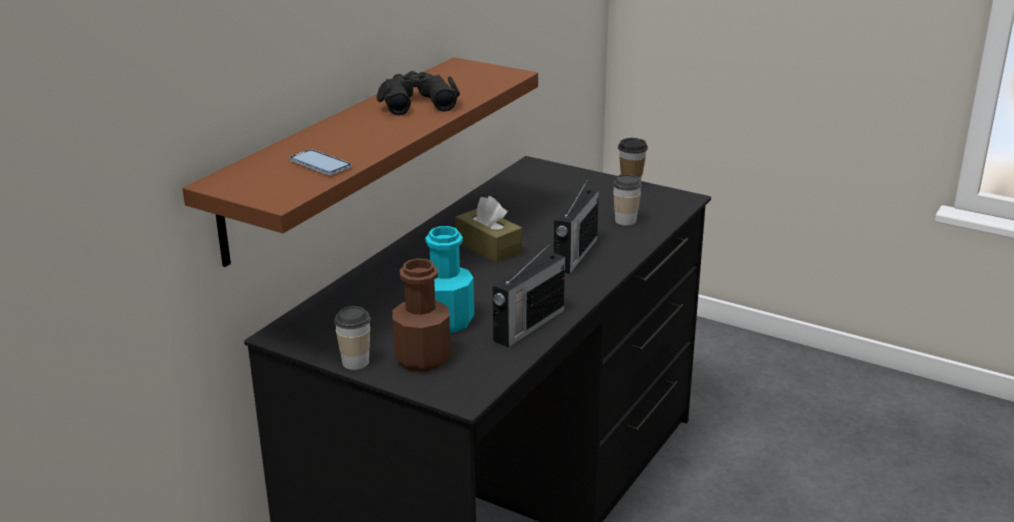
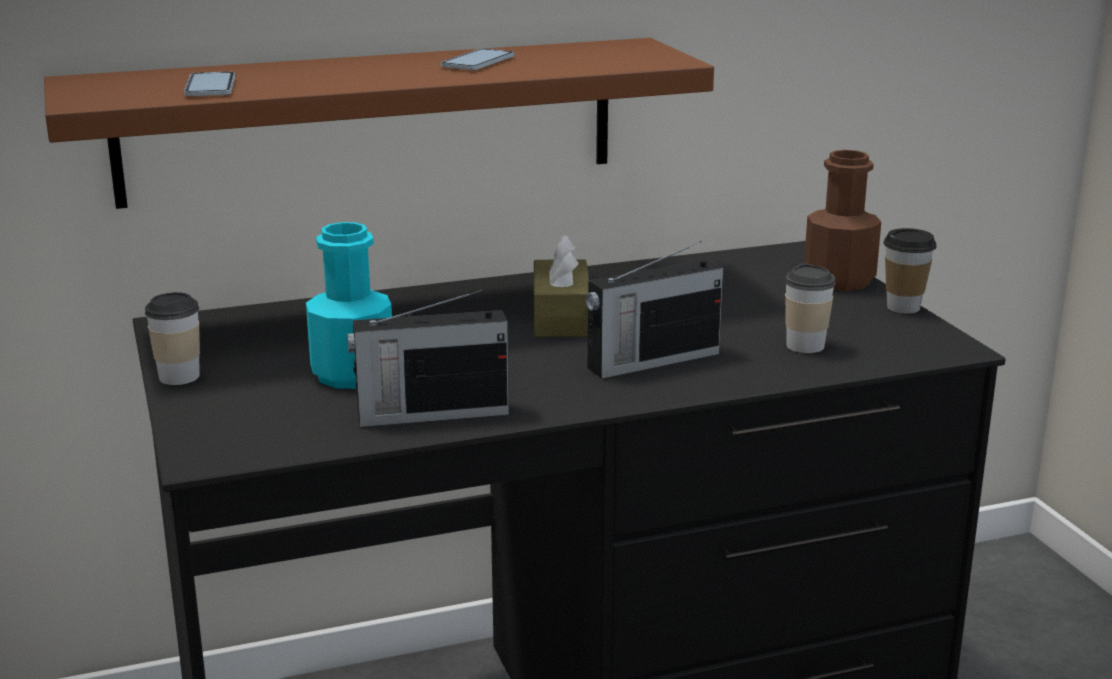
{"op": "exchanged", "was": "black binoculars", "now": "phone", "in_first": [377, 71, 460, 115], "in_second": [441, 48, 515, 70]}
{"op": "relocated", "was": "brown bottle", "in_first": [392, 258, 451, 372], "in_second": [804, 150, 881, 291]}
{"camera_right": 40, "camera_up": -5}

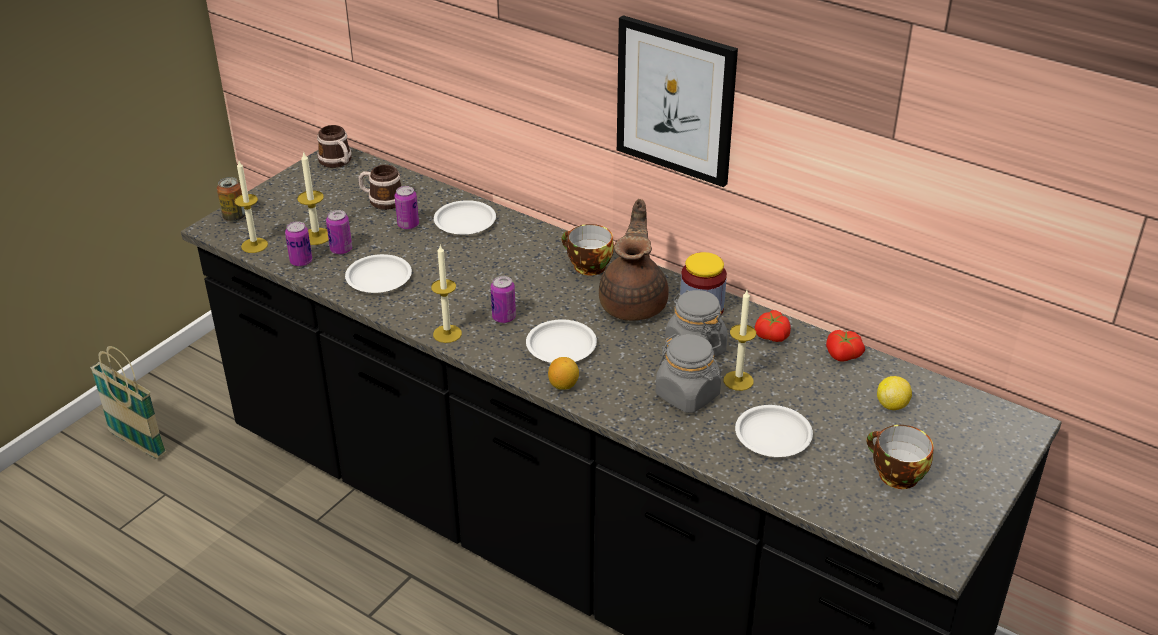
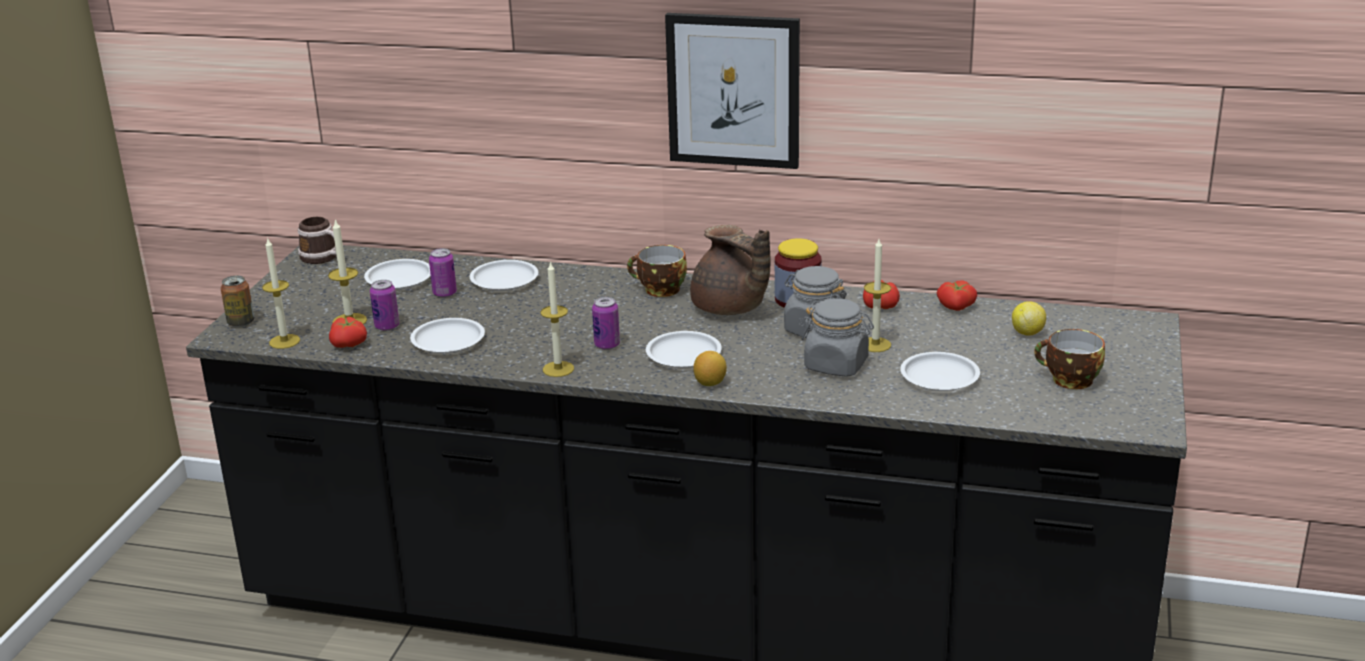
{"op": "missing", "was": "basket", "in_first": [90, 346, 166, 459]}
{"op": "exchanged", "was": "can", "now": "tomato", "in_first": [285, 221, 312, 267], "in_second": [329, 317, 367, 348]}
{"op": "exchanged", "was": "mug", "now": "white plate", "in_first": [358, 165, 401, 210], "in_second": [364, 259, 431, 290]}
{"op": "spun", "was": "brown teapot", "in_first": [599, 199, 669, 321], "in_second": [690, 225, 770, 315], "clockwise": 150}
{"camera_right": -20, "camera_up": -10}

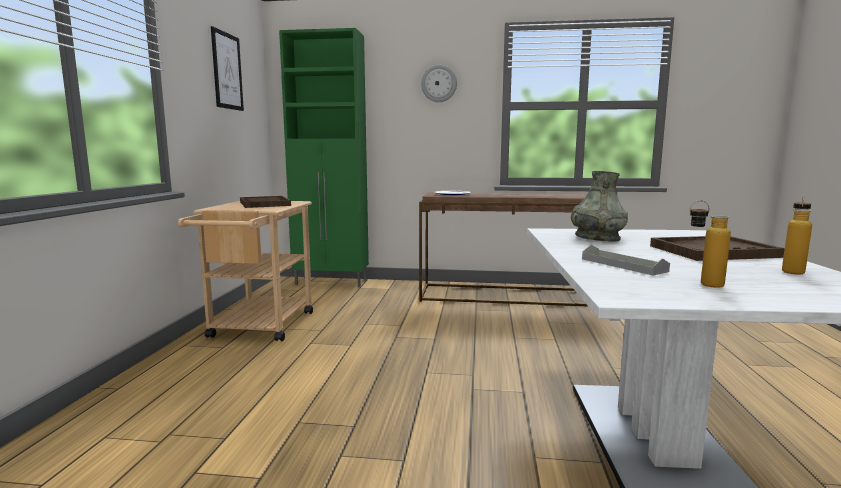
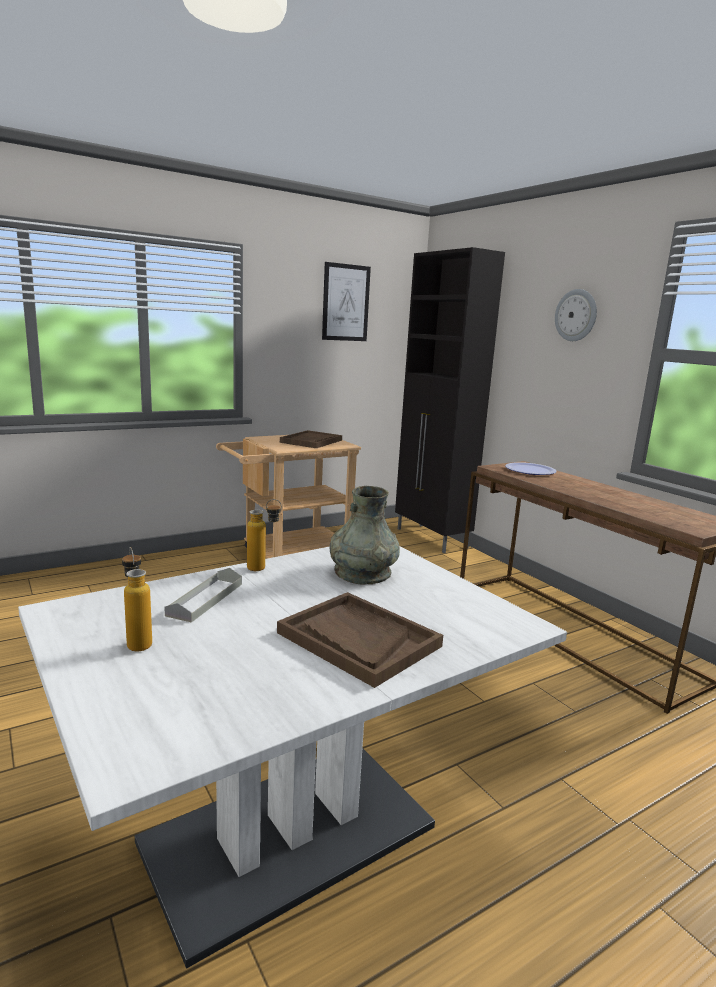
{"op": "colour", "was": "green cabinet", "now": "black cabinet", "in_first": [279, 28, 369, 287], "in_second": [395, 247, 505, 553]}
{"op": "relocated", "was": "bottle", "in_first": [782, 194, 812, 275], "in_second": [247, 499, 282, 571]}
{"camera_right": 50, "camera_up": 5}

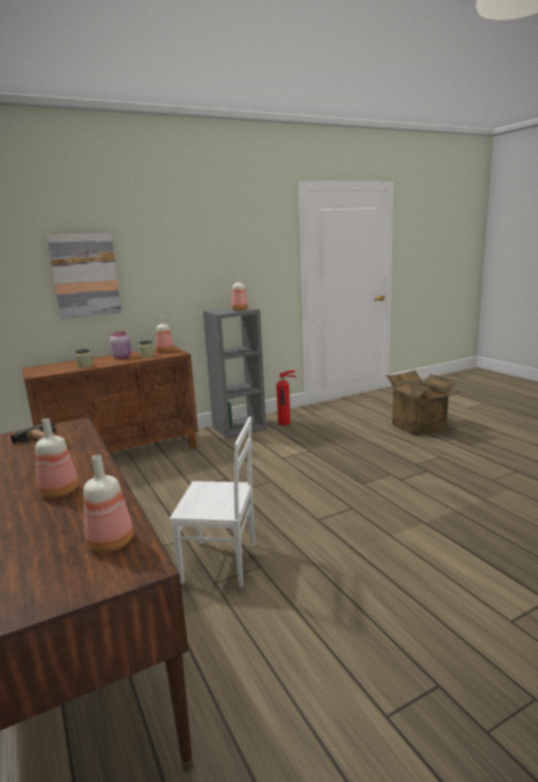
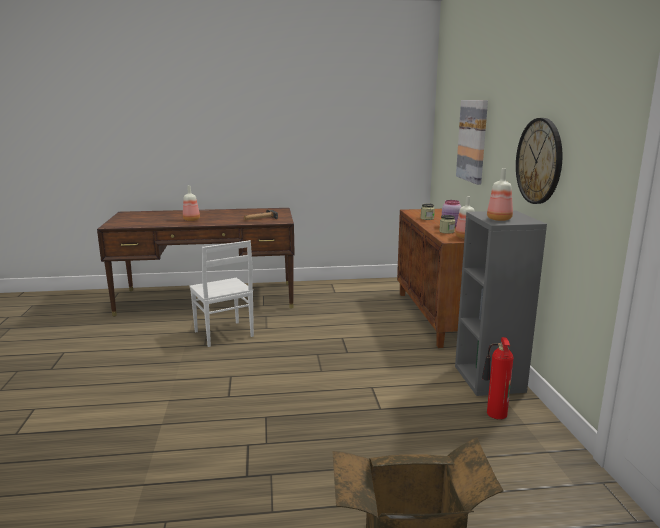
{"op": "missing", "was": "bottle", "in_first": [83, 455, 134, 552]}
{"op": "spun", "was": "white chair", "in_first": [170, 417, 255, 587], "in_second": [190, 240, 254, 347], "clockwise": -60}
{"op": "appeared", "now": "wall clock", "in_second": [516, 118, 562, 204]}
{"camera_right": 110, "camera_up": 0}

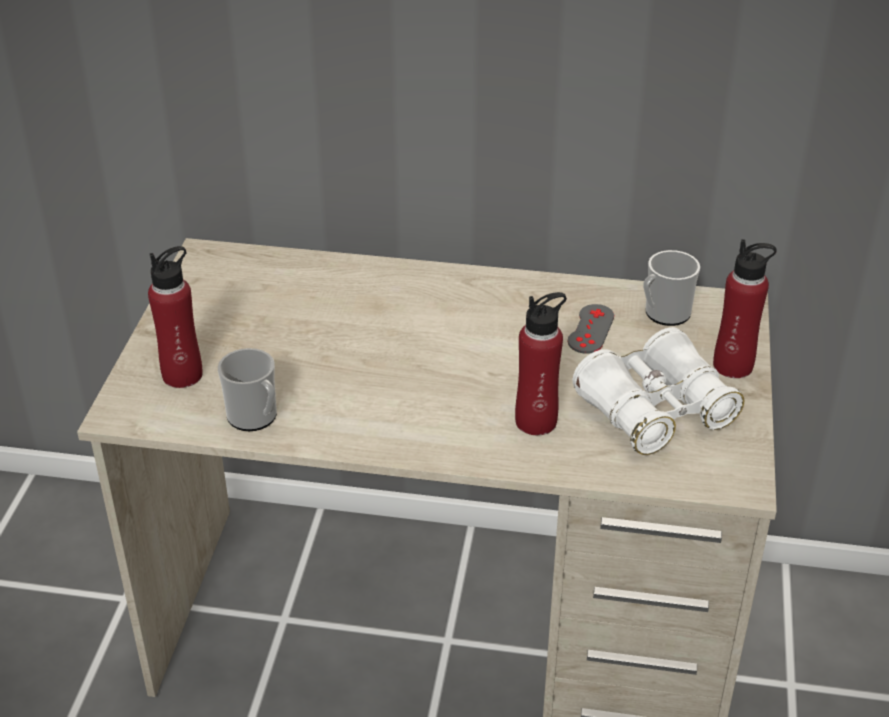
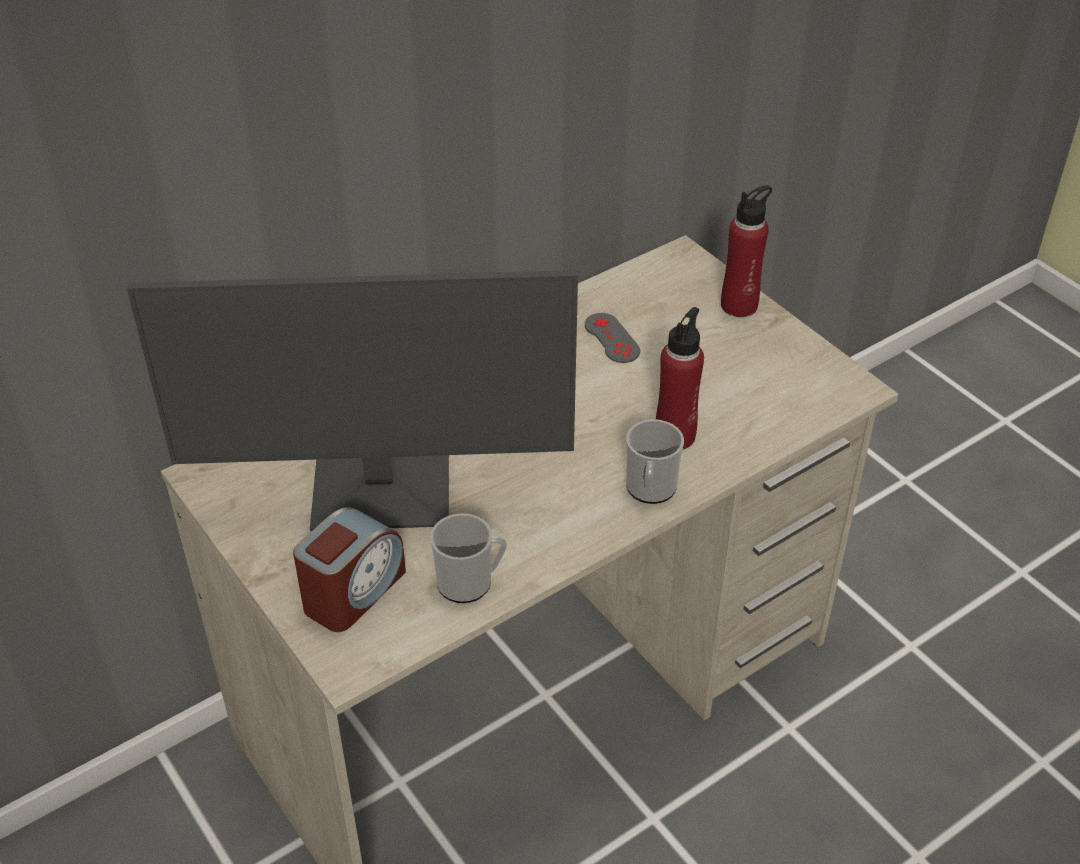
{"op": "exchanged", "was": "red bottle", "now": "alarm clock", "in_first": [148, 246, 203, 388], "in_second": [293, 507, 406, 632]}
{"op": "missing", "was": "white binoculars", "in_first": [573, 327, 744, 455]}
{"op": "relocated", "was": "mug", "in_first": [643, 250, 700, 326], "in_second": [626, 419, 684, 504]}
{"op": "appeared", "now": "monitor", "in_second": [127, 270, 578, 531]}
{"camera_right": -45, "camera_up": 5}

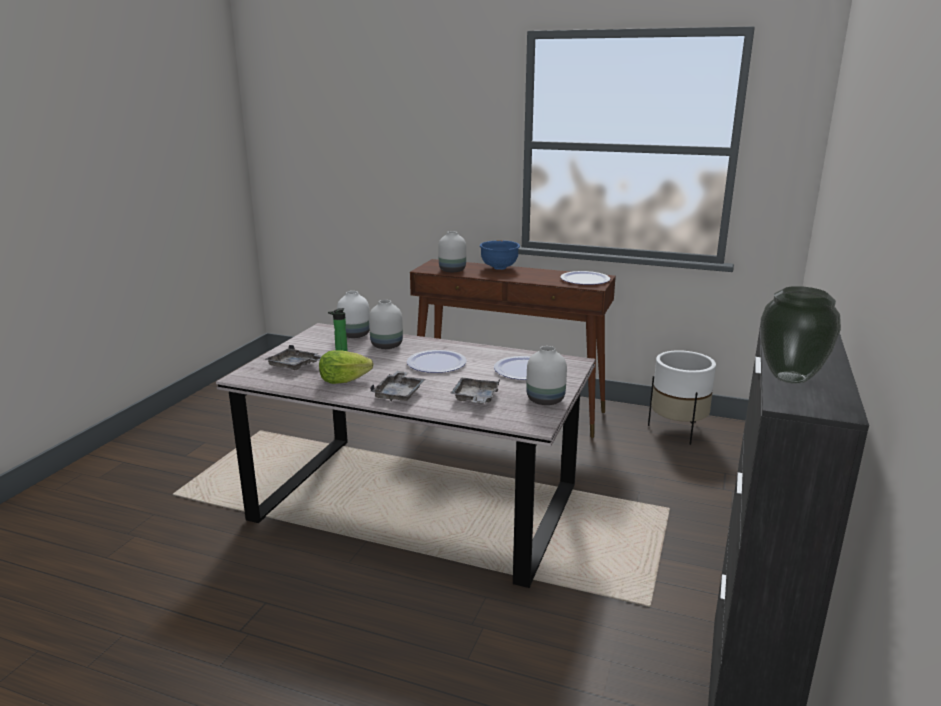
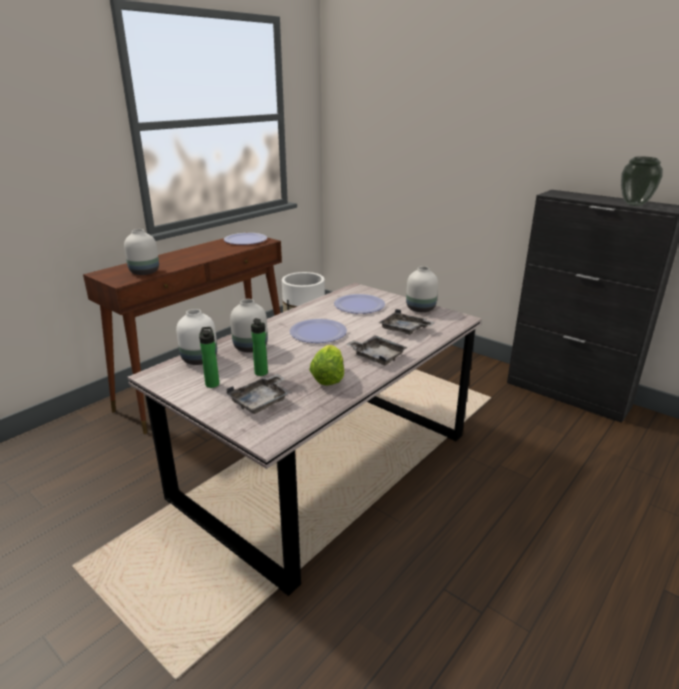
{"op": "missing", "was": "blue bowl", "in_first": [480, 240, 520, 270]}
{"op": "appeared", "now": "bottle", "in_second": [199, 327, 219, 388]}
{"camera_right": -70, "camera_up": 5}

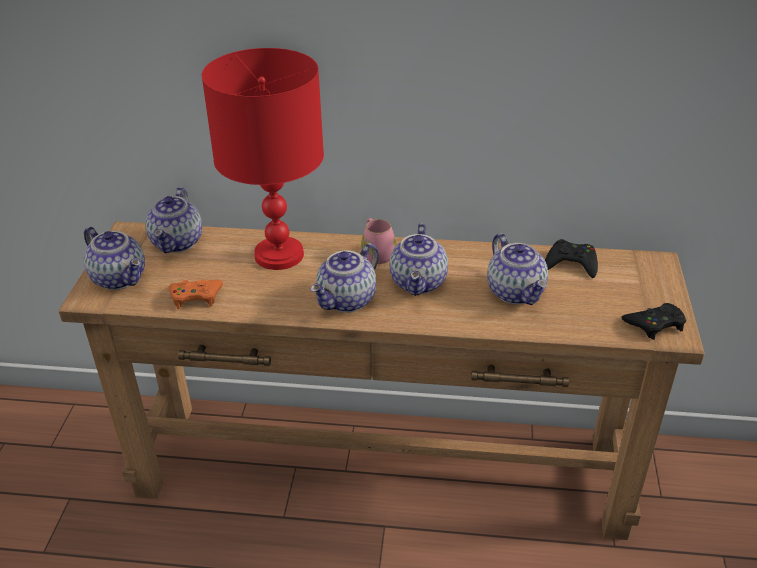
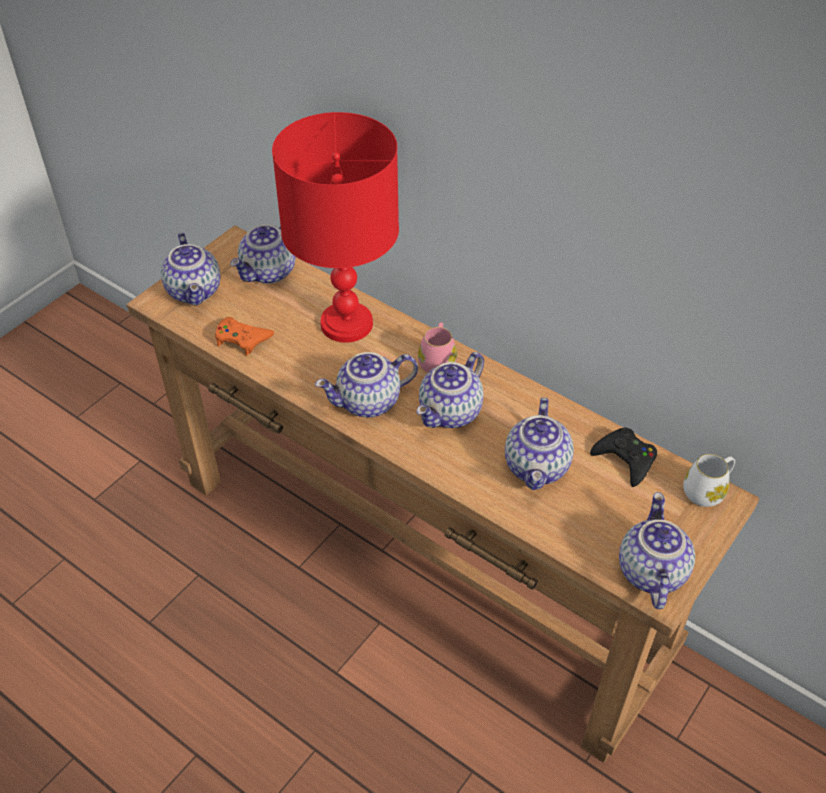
{"op": "exchanged", "was": "black game controller", "now": "teapot", "in_first": [621, 303, 686, 340], "in_second": [619, 492, 695, 609]}
{"op": "appeared", "now": "white mug", "in_second": [683, 454, 735, 507]}
{"camera_right": 30, "camera_up": 10}

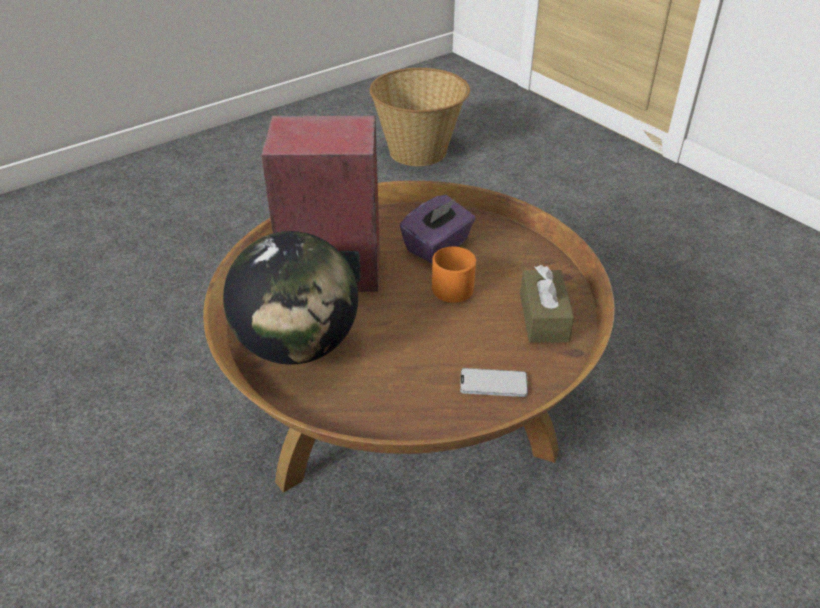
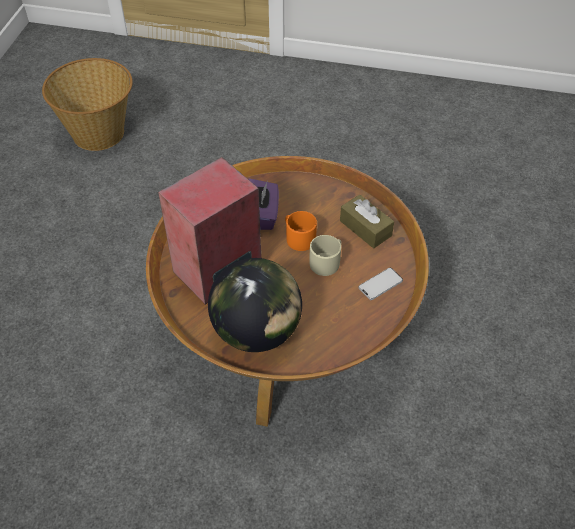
{"op": "appeared", "now": "beige mug", "in_second": [309, 235, 342, 276]}
{"camera_right": -40, "camera_up": 10}

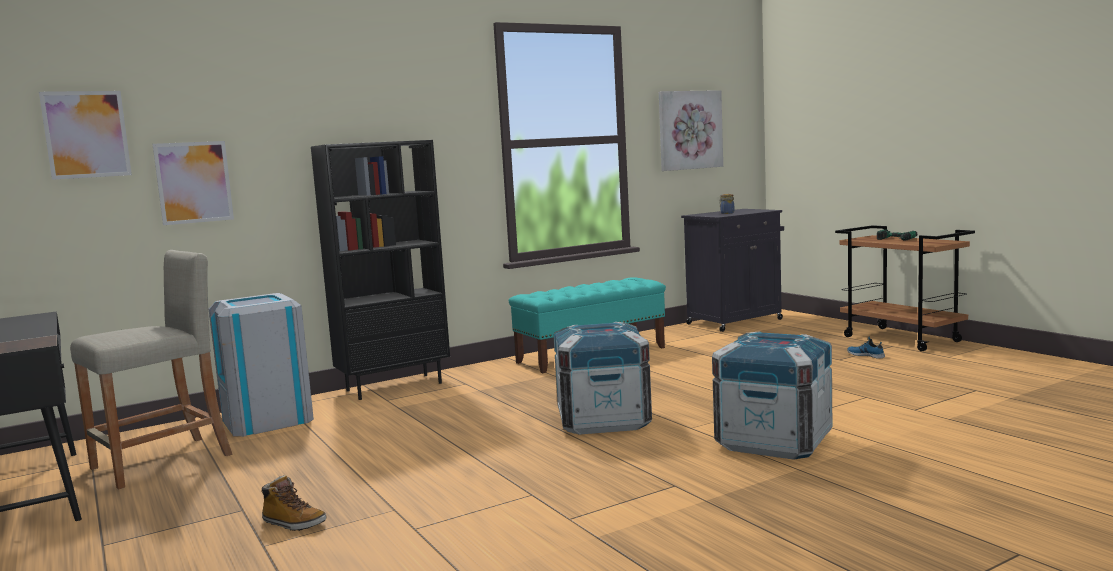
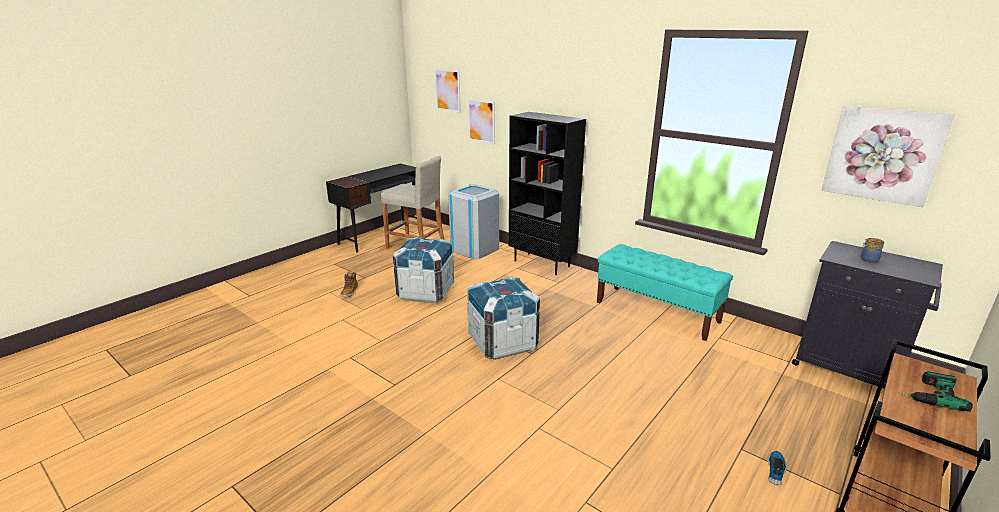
{"op": "relocated", "was": "crate", "in_first": [712, 331, 832, 459], "in_second": [393, 237, 454, 303]}
{"camera_right": 70, "camera_up": 15}

